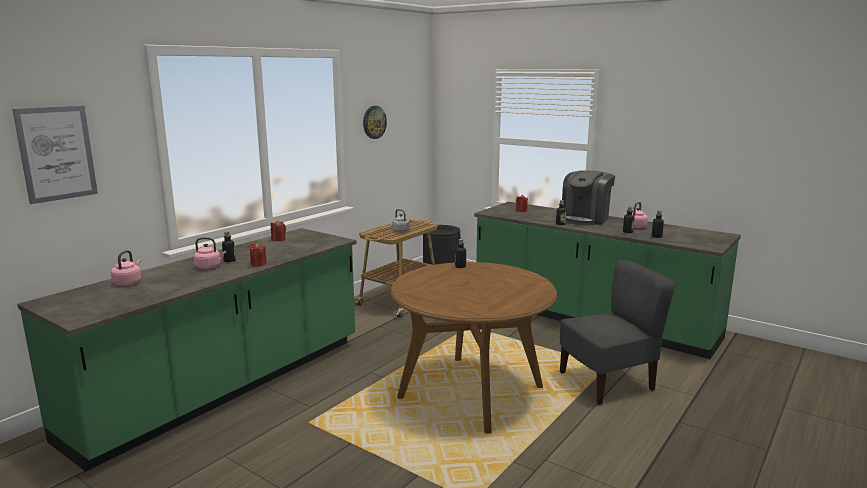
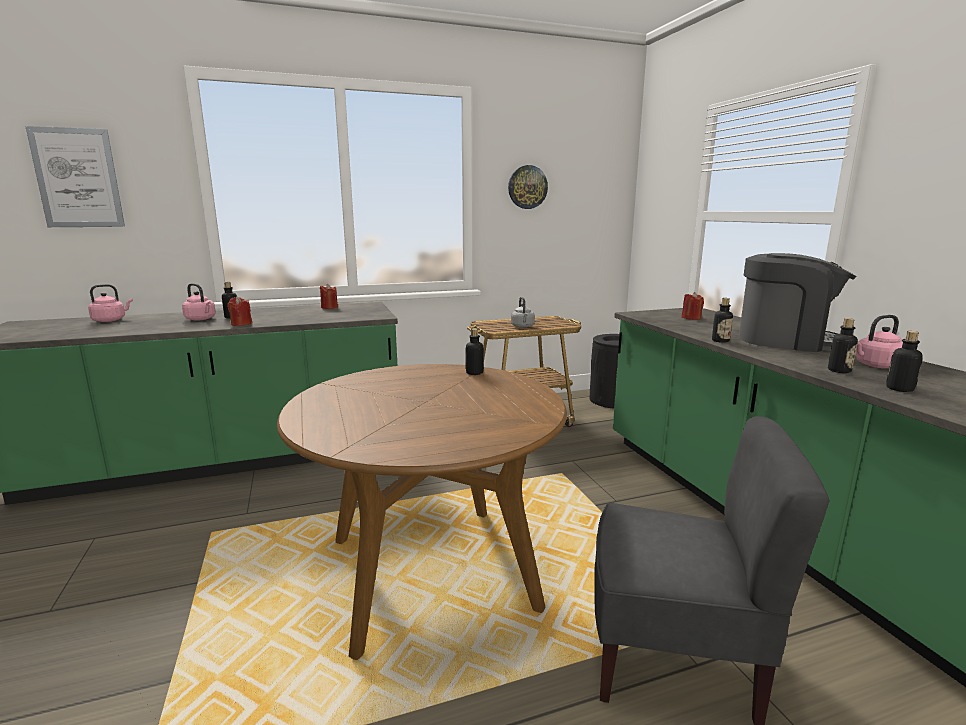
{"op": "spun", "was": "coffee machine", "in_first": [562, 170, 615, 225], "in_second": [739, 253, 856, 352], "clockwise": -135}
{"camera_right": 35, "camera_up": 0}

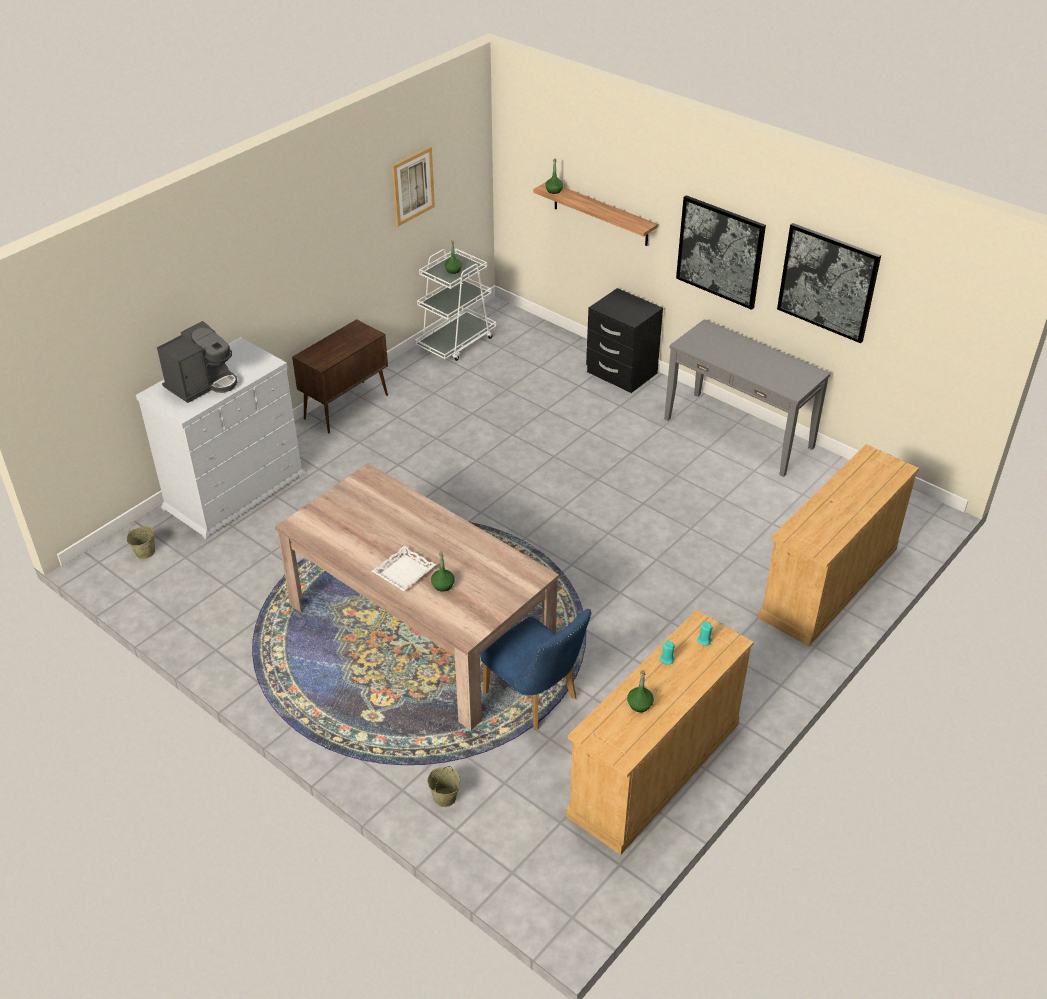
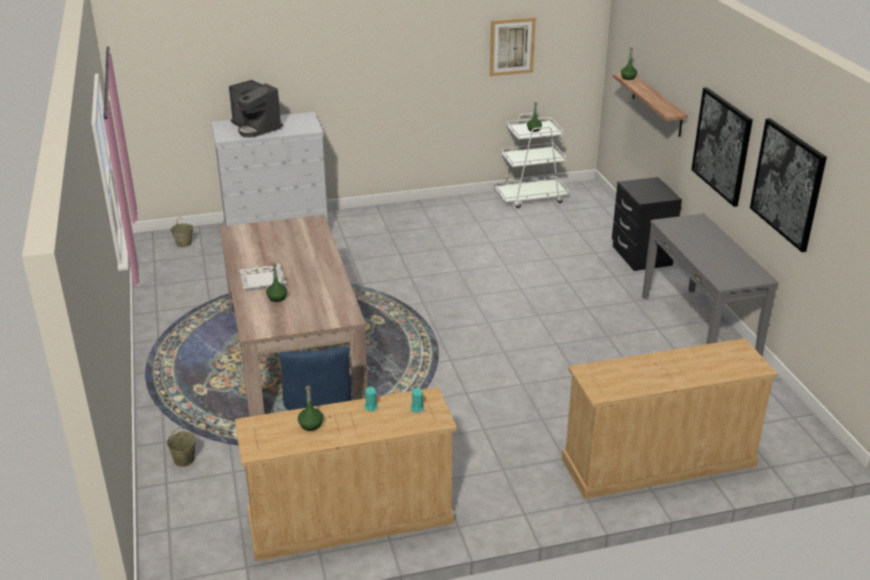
{"op": "spun", "was": "coffee machine", "in_first": [157, 321, 237, 403], "in_second": [229, 80, 283, 138], "clockwise": 60}
{"op": "missing", "was": "brown cabinet", "in_first": [292, 319, 388, 433]}
{"camera_right": 35, "camera_up": -10}

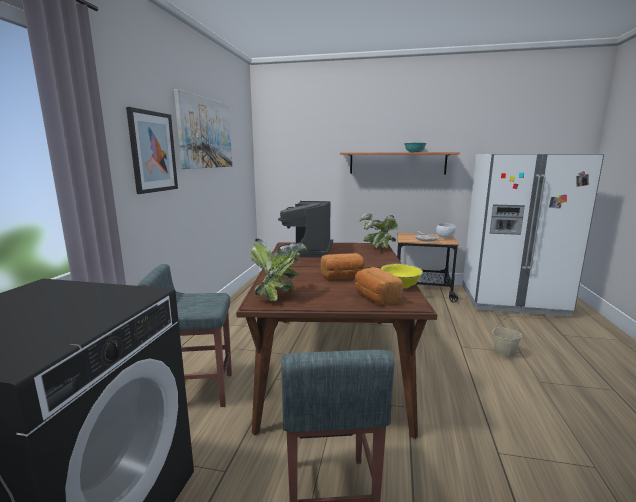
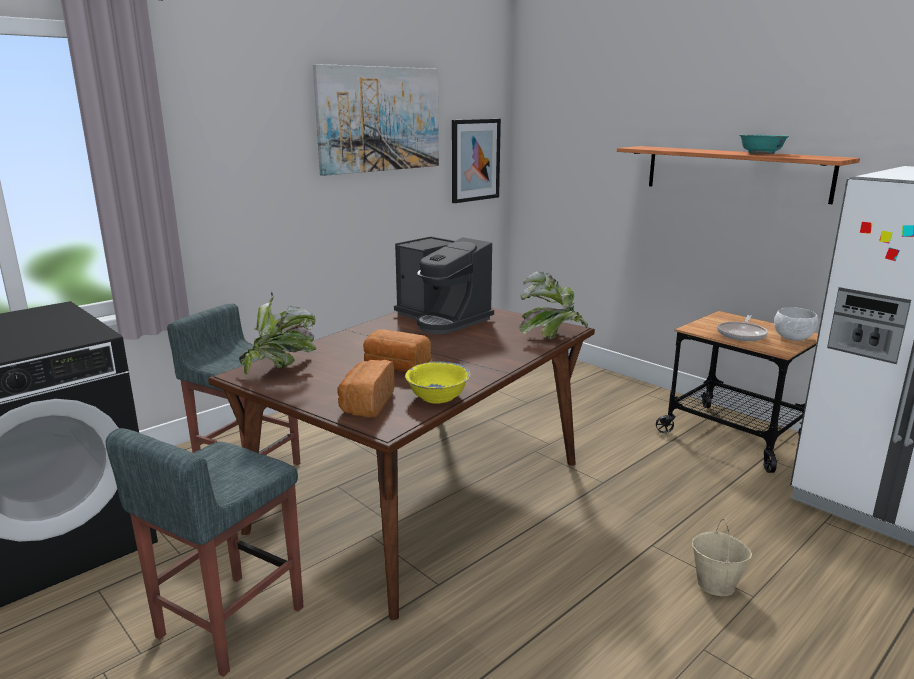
{"op": "relocated", "was": "picture", "in_first": [126, 107, 178, 194], "in_second": [452, 119, 501, 203]}
{"op": "spun", "was": "coffee machine", "in_first": [278, 201, 333, 258], "in_second": [394, 236, 494, 334], "clockwise": -90}
{"camera_right": 35, "camera_up": 5}

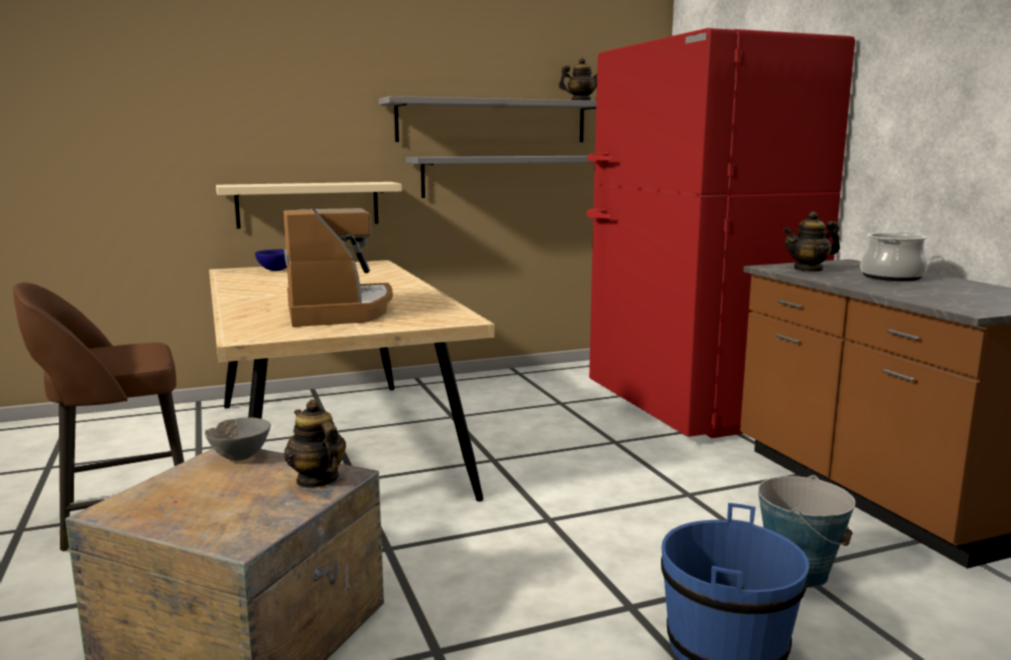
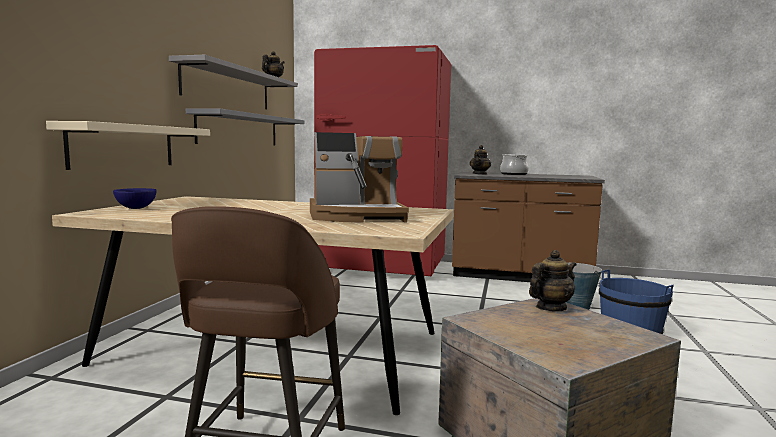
{"op": "missing", "was": "grey bowl", "in_first": [205, 417, 271, 461]}
{"op": "spun", "was": "coffee machine", "in_first": [284, 208, 393, 327], "in_second": [310, 132, 409, 223], "clockwise": 150}
{"op": "spun", "was": "teapot", "in_first": [284, 399, 346, 488], "in_second": [529, 250, 577, 311], "clockwise": 150}
{"camera_right": -55, "camera_up": -5}

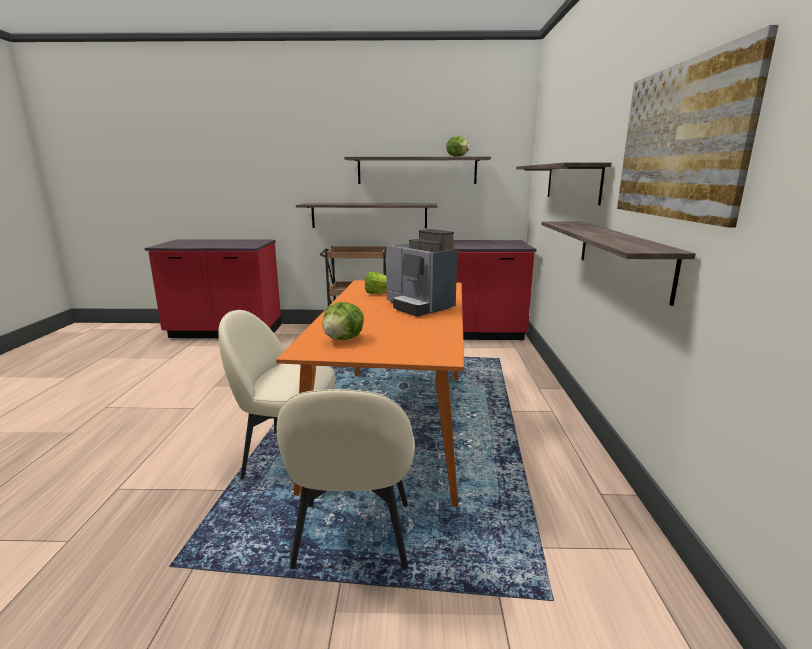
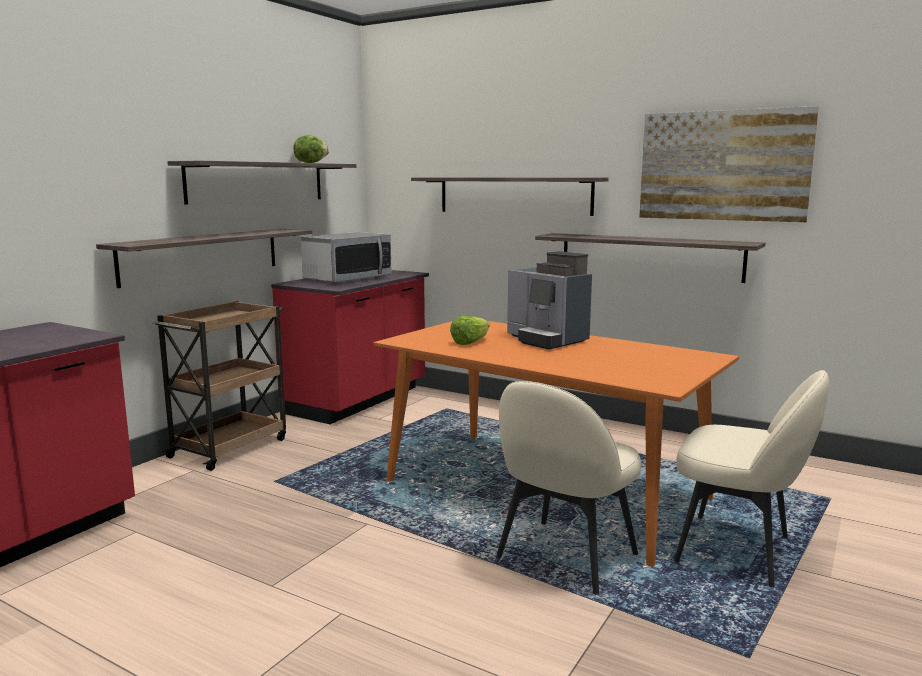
{"op": "missing", "was": "lettuce", "in_first": [323, 302, 364, 340]}
{"op": "spun", "was": "coffee machine", "in_first": [386, 229, 457, 317], "in_second": [507, 251, 592, 350], "clockwise": 60}
{"op": "appeared", "now": "microwave", "in_second": [301, 232, 392, 284]}
{"camera_right": -60, "camera_up": -5}

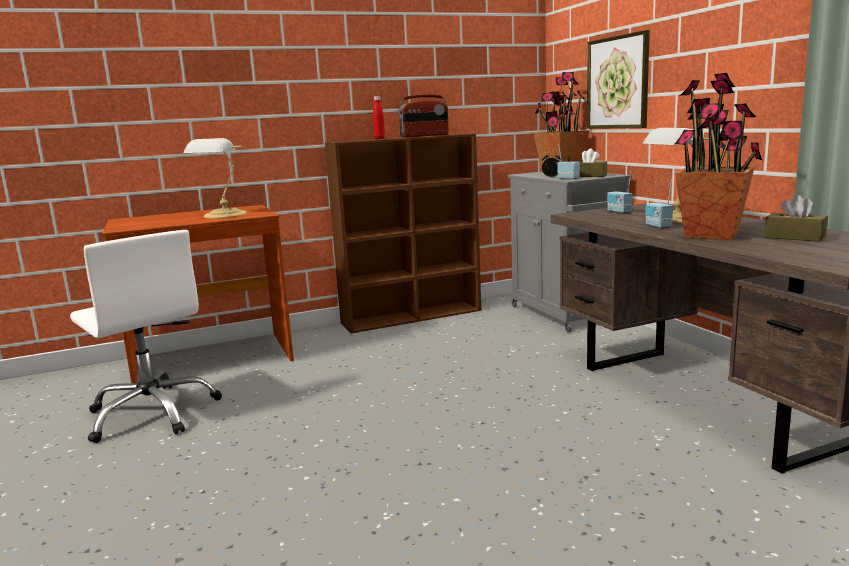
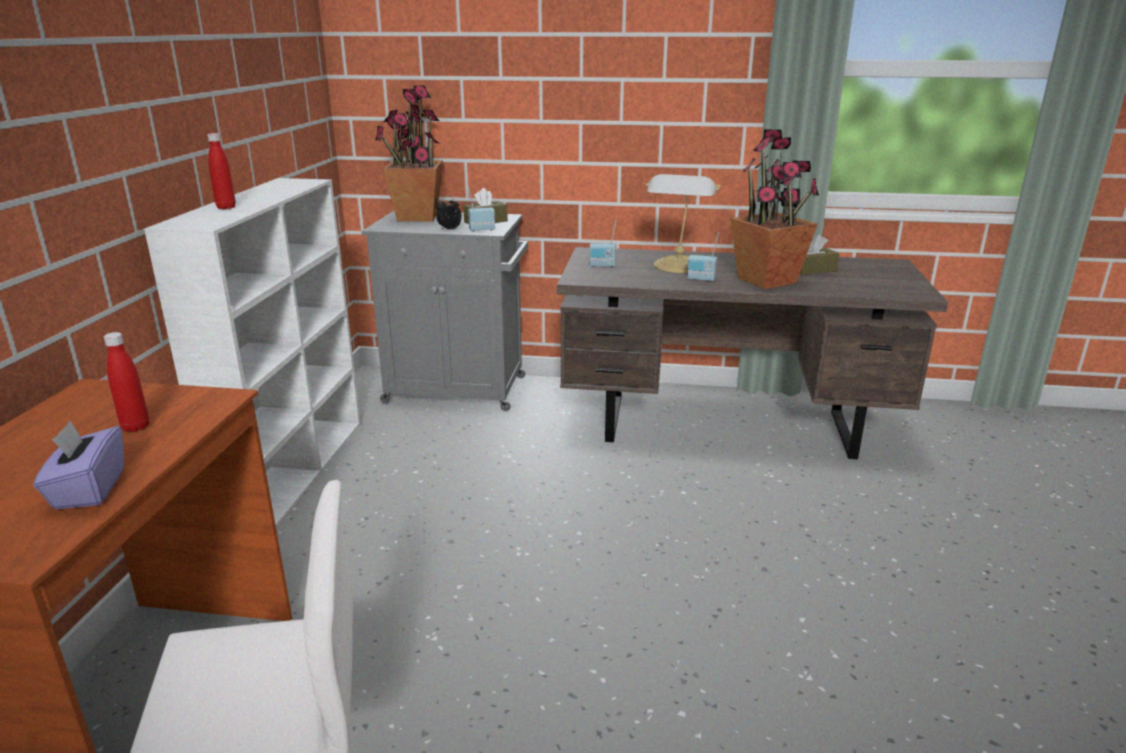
{"op": "exchanged", "was": "table lamp", "now": "red bottle", "in_first": [184, 138, 247, 218], "in_second": [104, 332, 149, 432]}
{"op": "colour", "was": "brown bookcase", "now": "white bookcase", "in_first": [325, 134, 481, 333], "in_second": [144, 178, 361, 527]}
{"op": "missing", "was": "radio", "in_first": [398, 94, 449, 137]}
{"op": "missing", "was": "picture", "in_first": [587, 30, 650, 129]}
{"op": "appeared", "now": "purple tissue box", "in_second": [33, 421, 124, 509]}
{"camera_right": -60, "camera_up": 10}

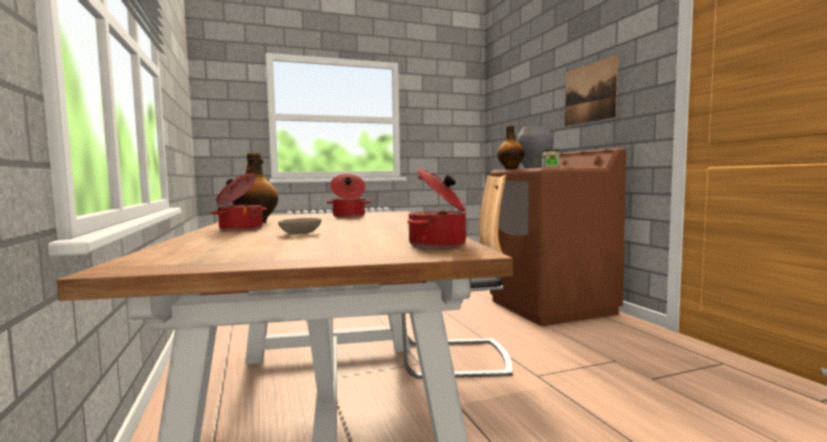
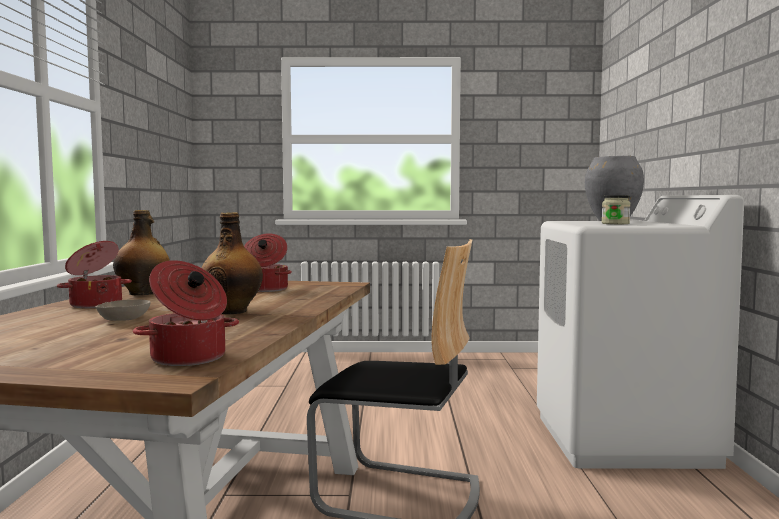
{"op": "colour", "was": "brown washing machine", "now": "white washing machine", "in_first": [490, 148, 626, 326], "in_second": [537, 195, 744, 469]}
{"op": "relocated", "was": "bottle", "in_first": [497, 125, 524, 169], "in_second": [202, 212, 263, 314]}
{"op": "missing", "was": "picture", "in_first": [565, 54, 618, 126]}
{"camera_right": 20, "camera_up": 0}

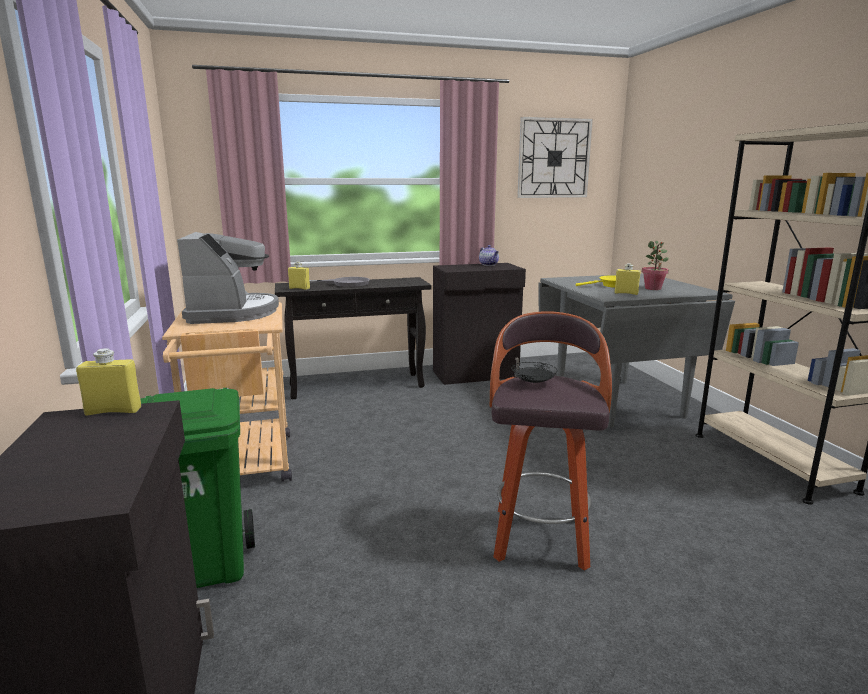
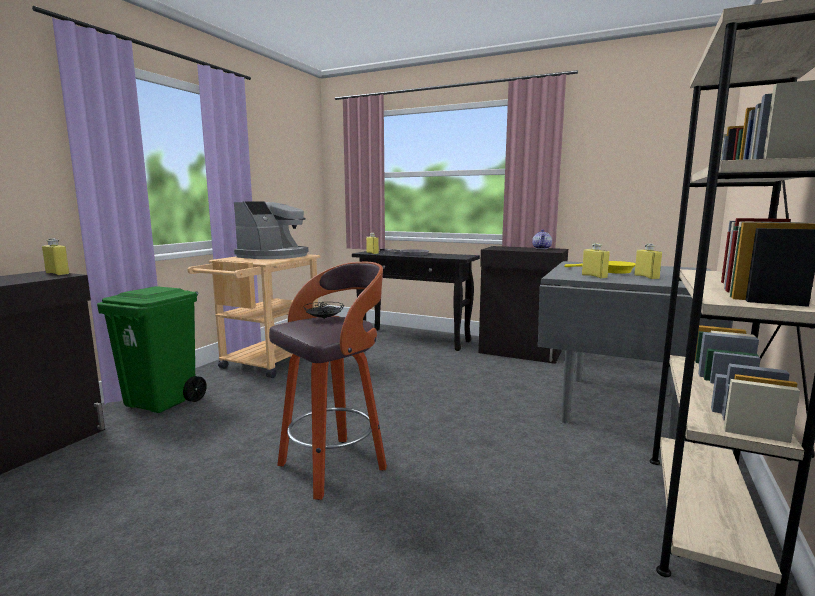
{"op": "missing", "was": "wall clock", "in_first": [517, 117, 593, 198]}
{"op": "exchanged", "was": "potted plant", "now": "yellow bottle", "in_first": [642, 241, 669, 290], "in_second": [634, 243, 662, 279]}
{"camera_right": 40, "camera_up": -5}

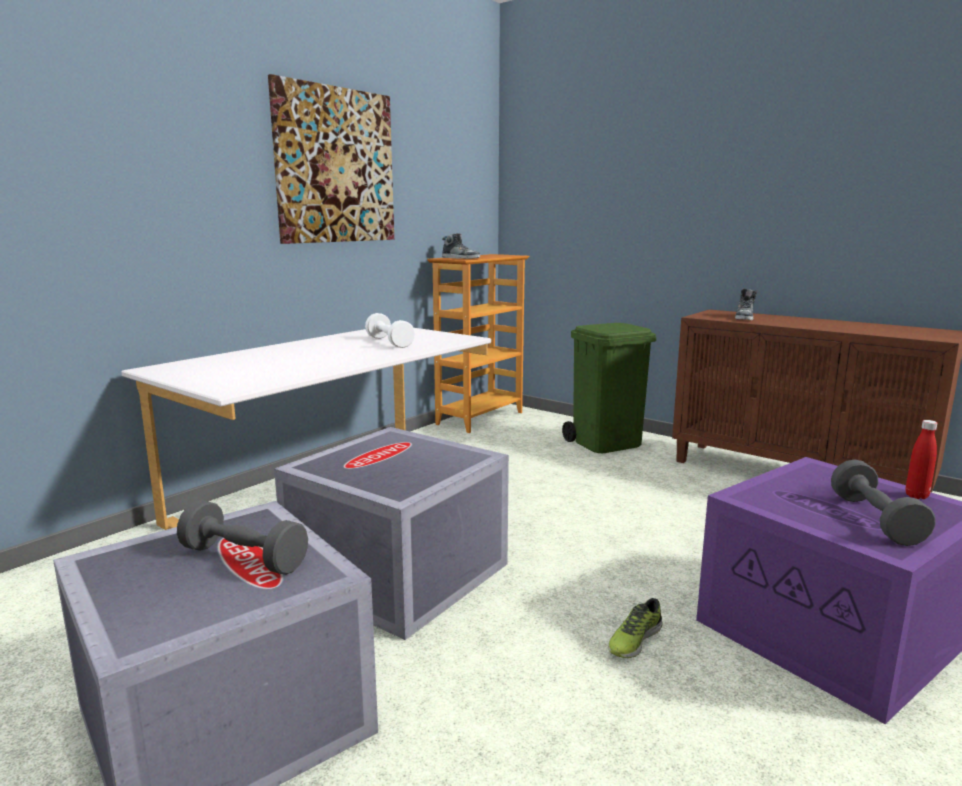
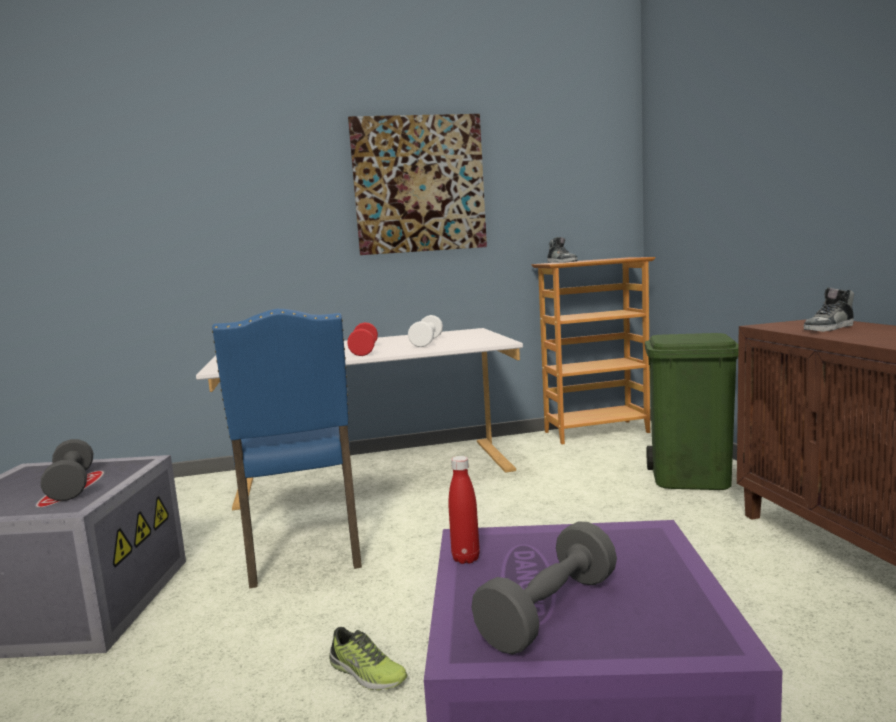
{"op": "exchanged", "was": "grey storage box", "now": "blue chair", "in_first": [274, 427, 509, 640], "in_second": [212, 309, 362, 589]}
{"op": "spun", "was": "shoe", "in_first": [608, 598, 663, 658], "in_second": [329, 627, 407, 690], "clockwise": -135}
{"op": "relocated", "was": "red bottle", "in_first": [906, 420, 937, 499], "in_second": [448, 456, 480, 564]}
{"op": "appeared", "now": "red dumbbell", "in_second": [347, 322, 378, 356]}
{"camera_right": 40, "camera_up": -5}

